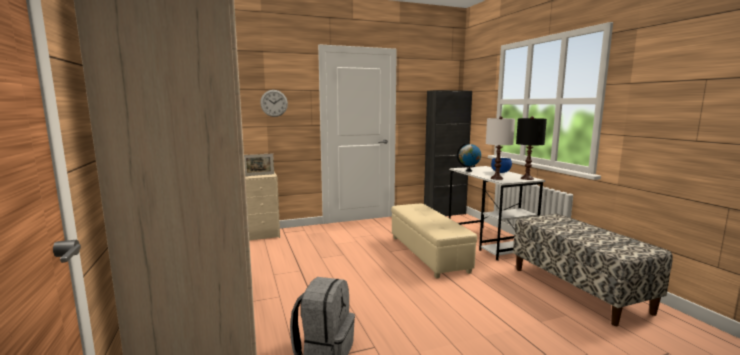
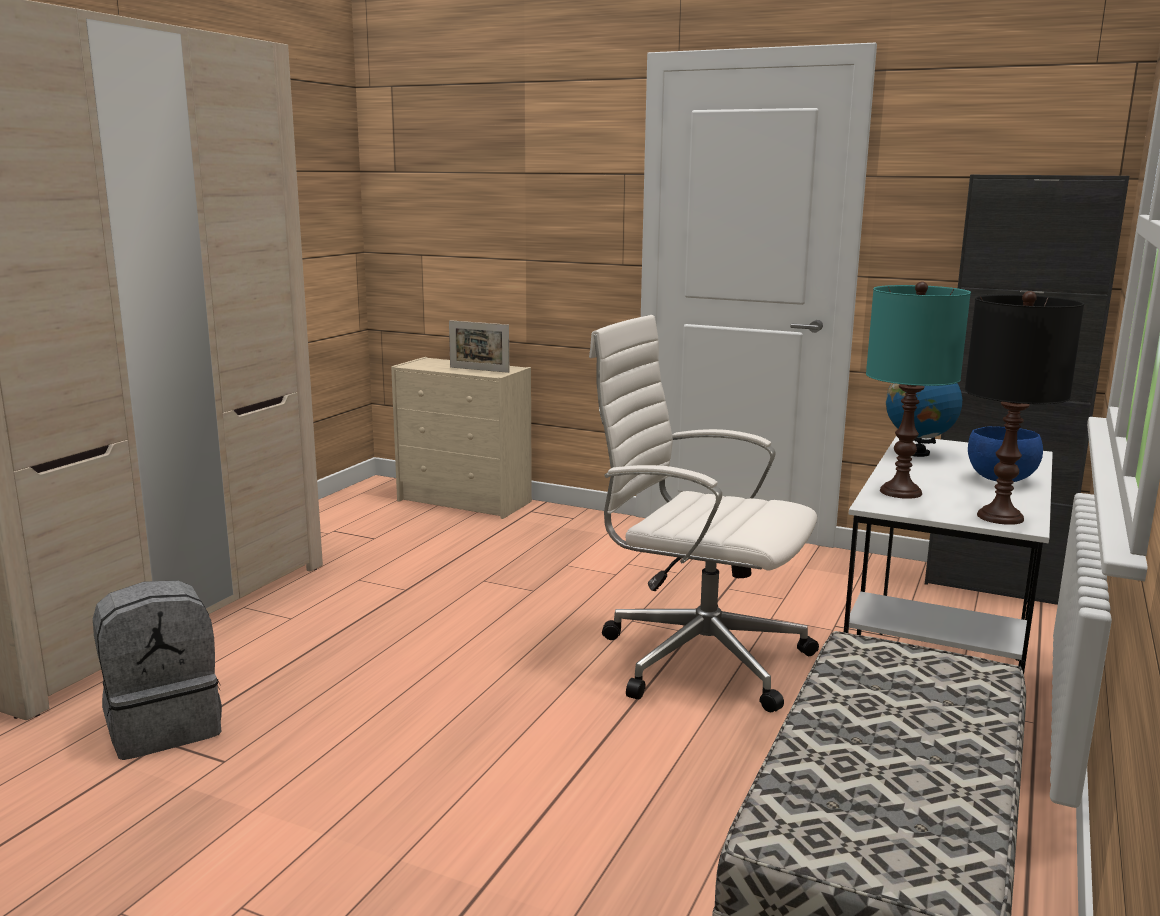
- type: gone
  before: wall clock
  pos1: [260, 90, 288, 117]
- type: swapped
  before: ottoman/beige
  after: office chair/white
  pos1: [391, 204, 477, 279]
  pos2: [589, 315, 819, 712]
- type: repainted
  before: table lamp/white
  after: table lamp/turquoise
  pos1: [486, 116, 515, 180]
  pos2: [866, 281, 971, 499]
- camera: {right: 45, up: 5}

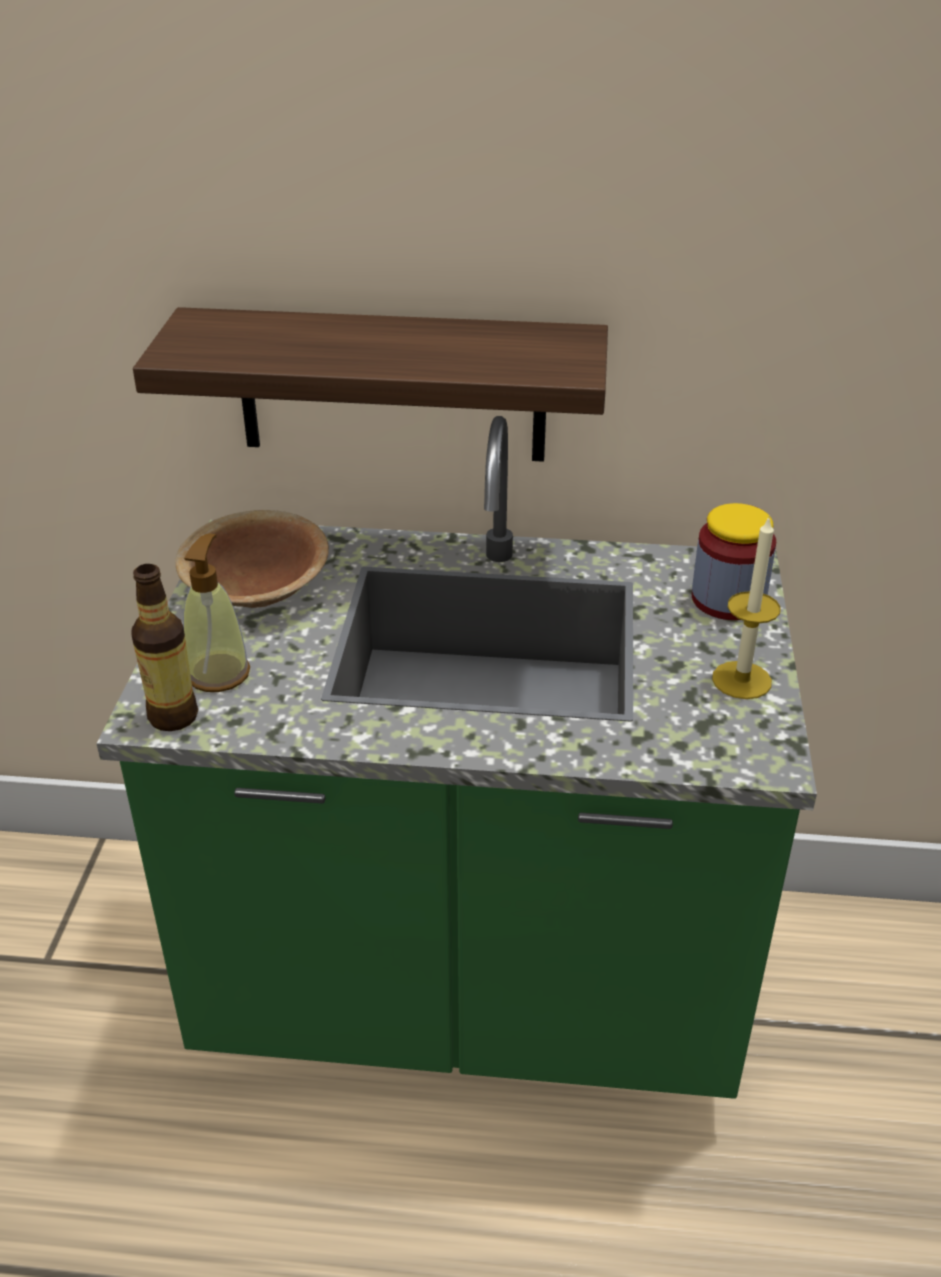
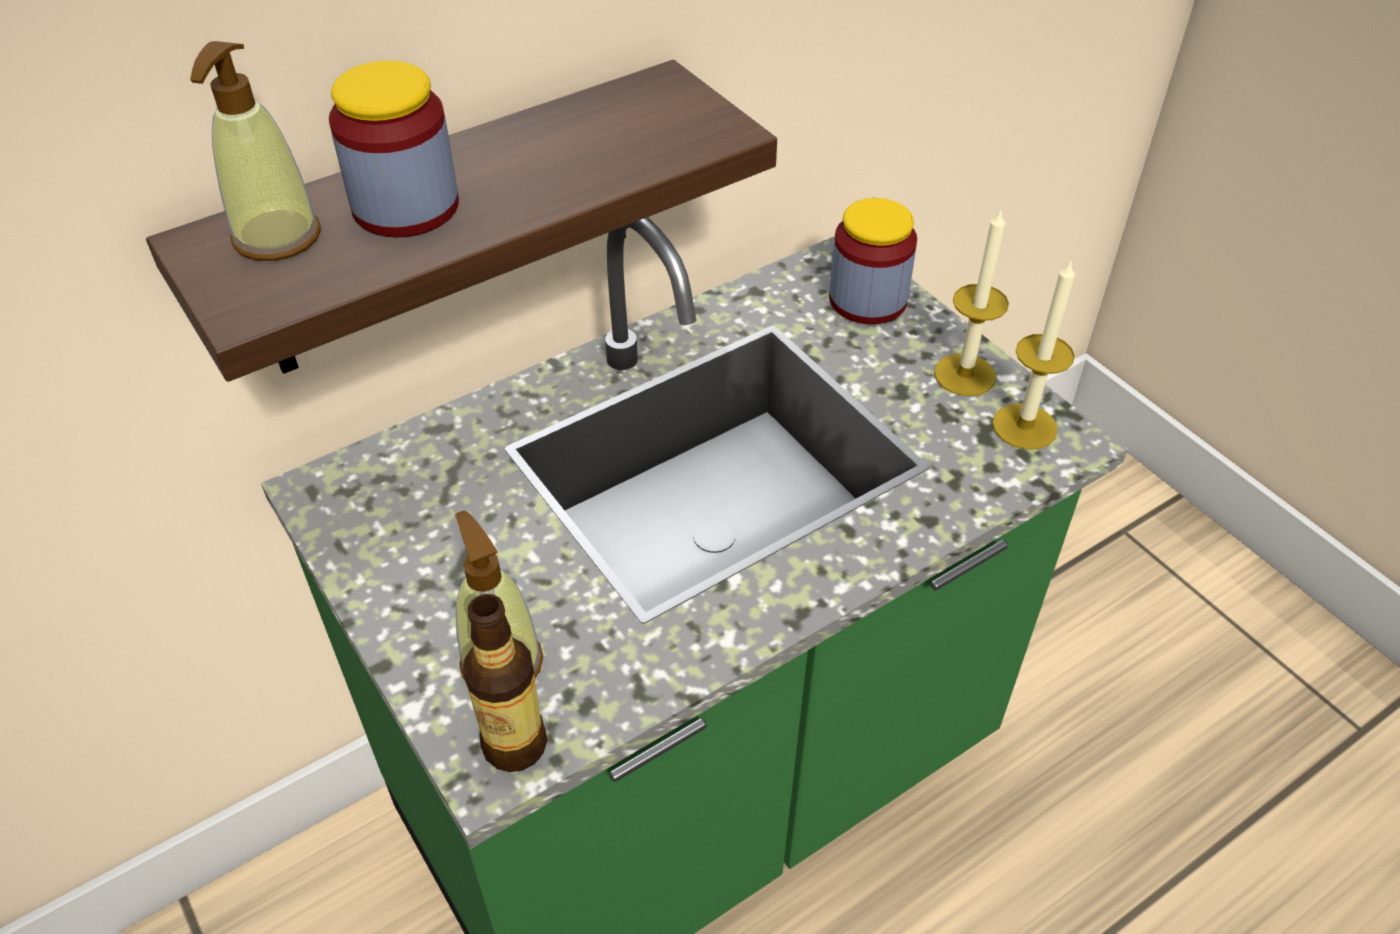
- type: gone
  before: bowl/brown
  pos1: [175, 510, 329, 608]
- type: new
  after: soap dispenser
  pos2: [190, 41, 321, 261]
- type: new
  after: jar
  pos2: [329, 61, 459, 238]
- type: new
  after: candle
  pos2: [992, 259, 1075, 450]
- camera: {right: -40, up: 10}

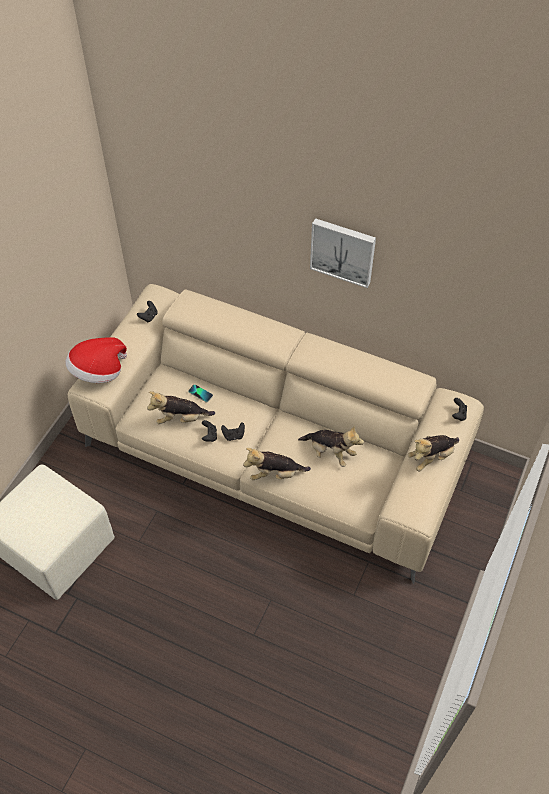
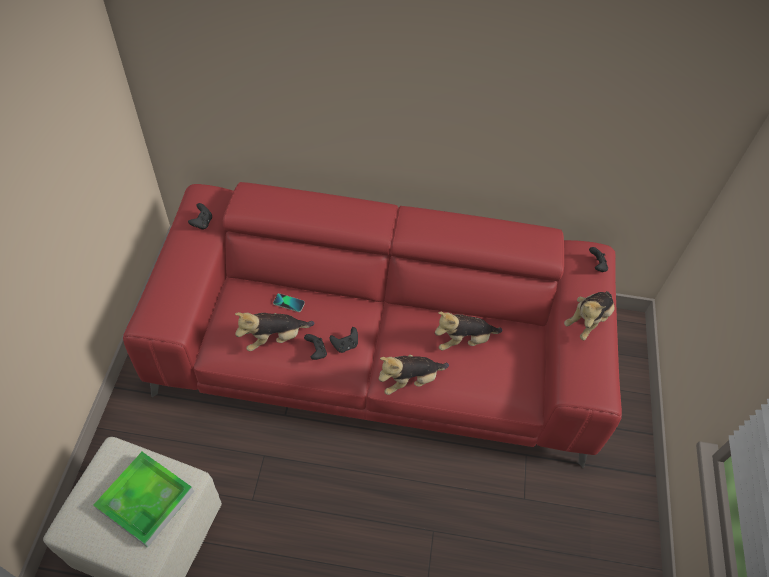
- type: gone
  before: hat
  pos1: [66, 337, 127, 383]
- type: repainted
  before: sofa/beige
  after: sofa/red
  pos1: [68, 284, 484, 584]
  pos2: [123, 182, 622, 468]
- type: rotated
  before: plush toy
  pos1: [298, 425, 364, 467]
  pos2: [435, 312, 502, 351]
  turn: 150
- type: gone
  before: picture
  pos1: [310, 218, 376, 288]
- type: new
  after: tray
  pos2: [93, 452, 194, 548]
- camera: {right: -20, up: 0}

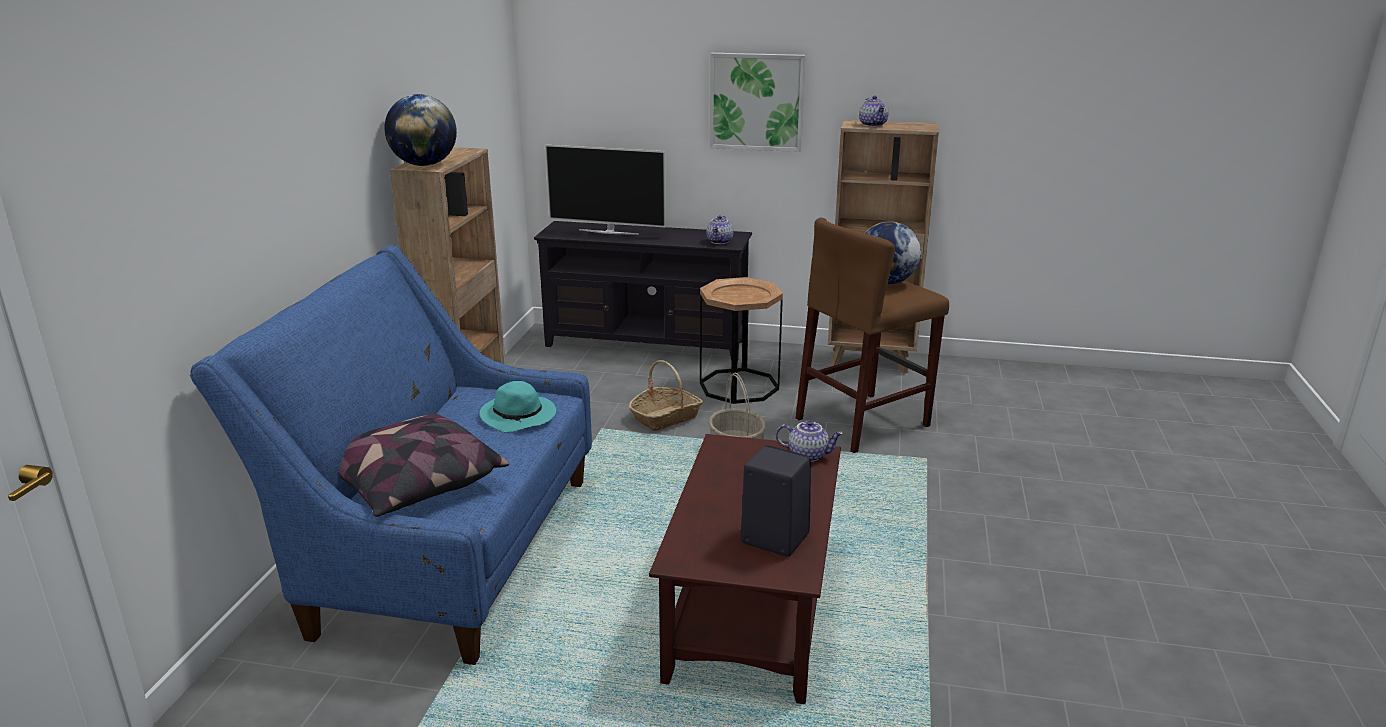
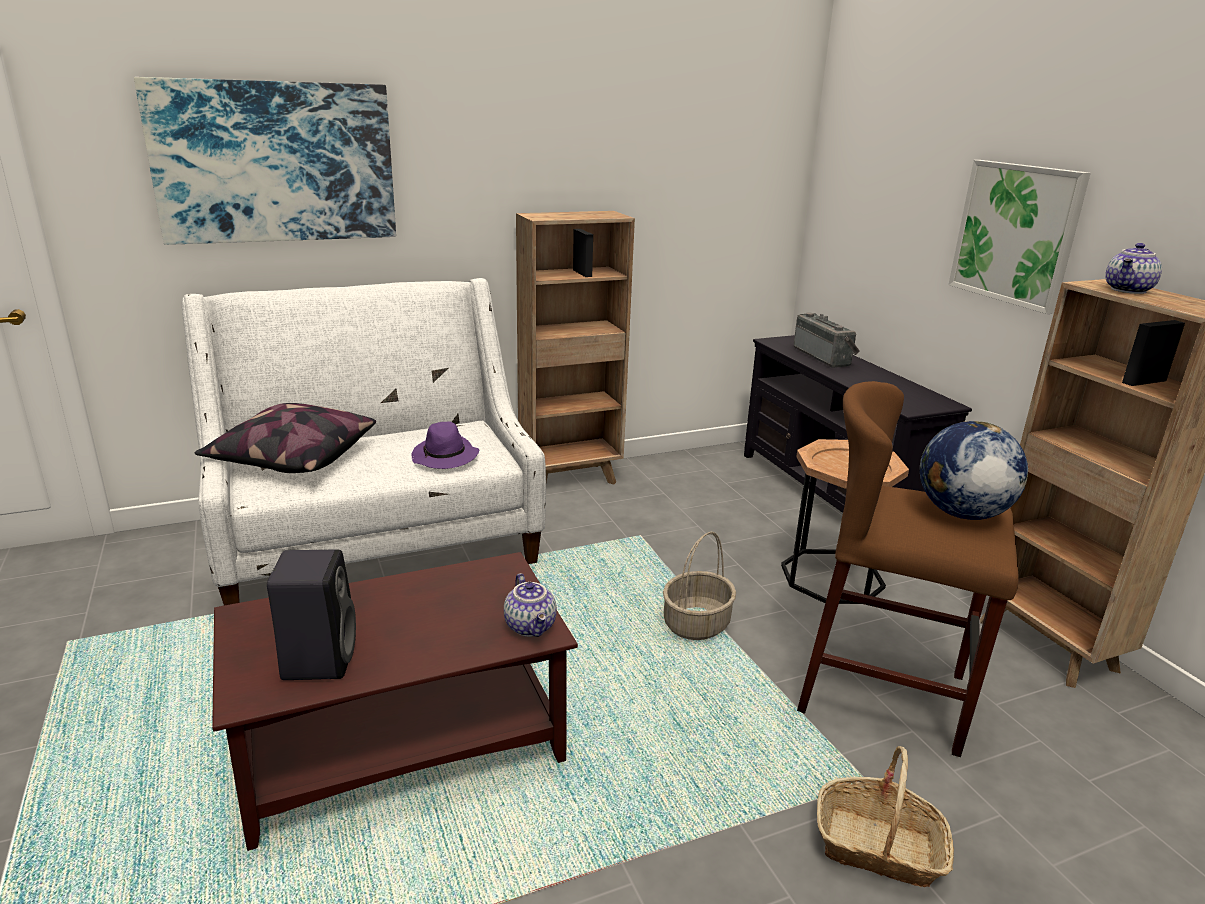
- type: repainted
  before: sofa/blue
  after: sofa/white
  pos1: [190, 245, 592, 665]
  pos2: [182, 278, 546, 606]
- type: gone
  before: globe
  pos1: [384, 94, 457, 166]
- type: repainted
  before: hat/turquoise
  after: hat/purple
  pos1: [480, 381, 556, 432]
  pos2: [412, 421, 479, 469]
- type: swapped
  before: television
  after: radio
  pos1: [545, 145, 666, 235]
  pos2: [793, 312, 860, 368]
- type: shifted
  before: basket
  pos1: [629, 360, 703, 431]
  pos2: [817, 746, 954, 887]
- type: gone
  before: teapot
  pos1: [706, 215, 734, 244]
- type: new
  after: picture
  pos2: [134, 77, 396, 245]
- camera: {right: 55, up: 0}

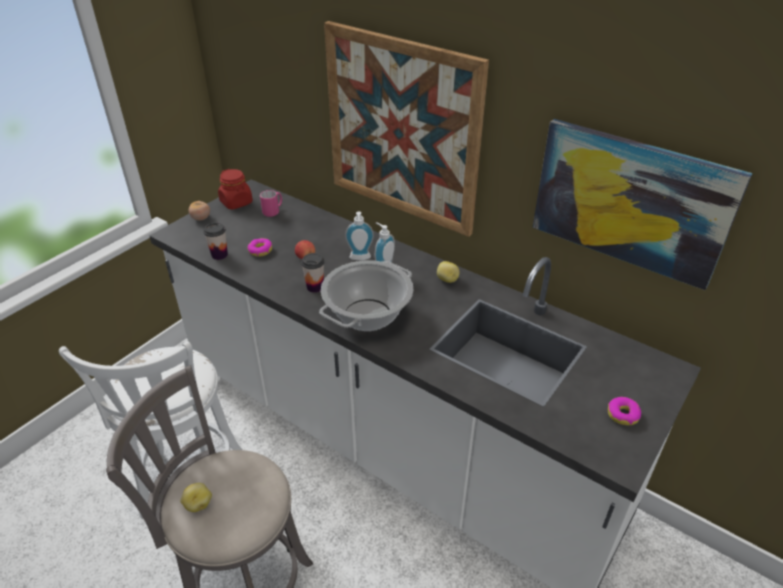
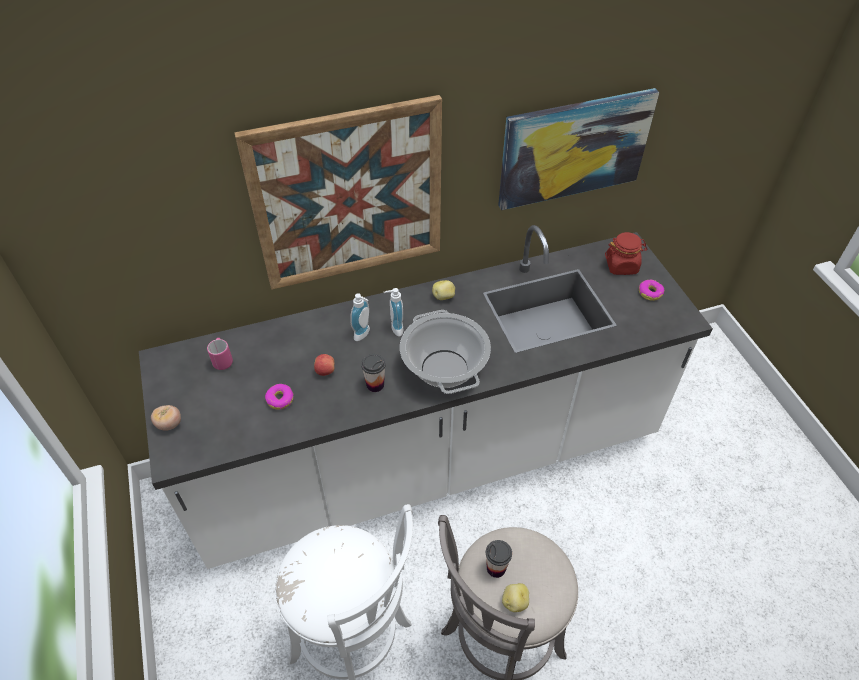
- type: shifted
  before: cup
  pos1: [203, 222, 228, 260]
  pos2: [486, 540, 512, 578]
- type: shifted
  before: jar/red
  pos1: [218, 169, 253, 210]
  pos2: [605, 232, 648, 275]
- camera: {right: -55, up: 10}

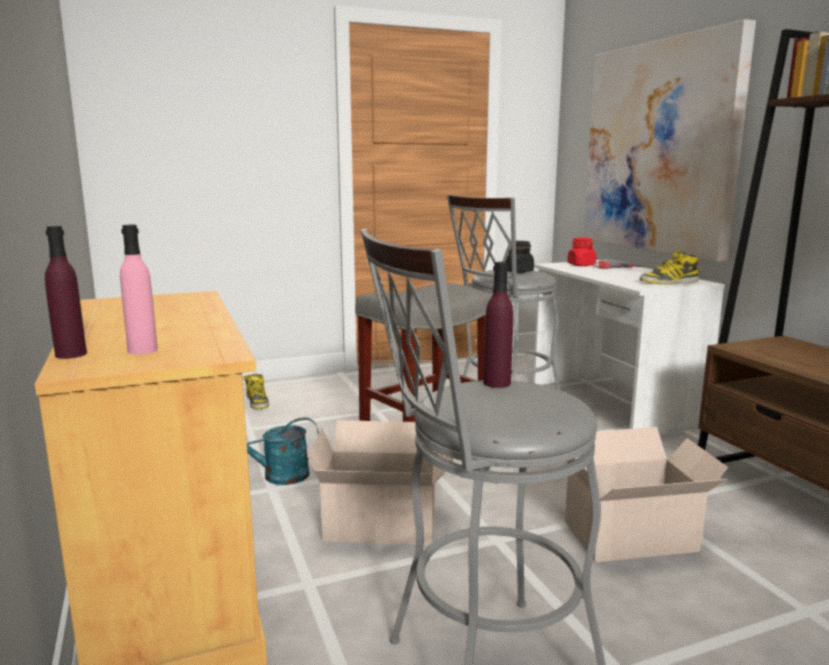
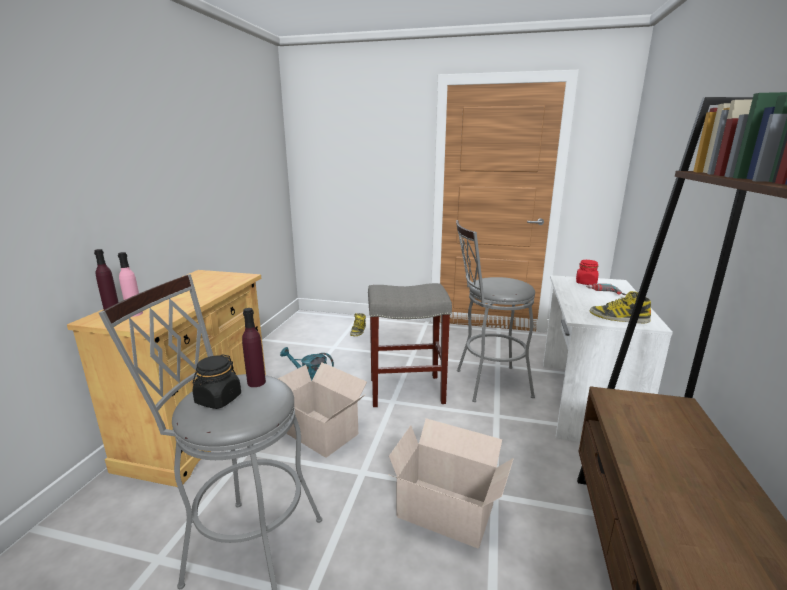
- type: shifted
  before: jar/black
  pos1: [506, 241, 534, 273]
  pos2: [192, 354, 241, 409]
- type: gone
  before: picture
  pos1: [584, 19, 756, 262]
- camera: {right: 35, up: 5}

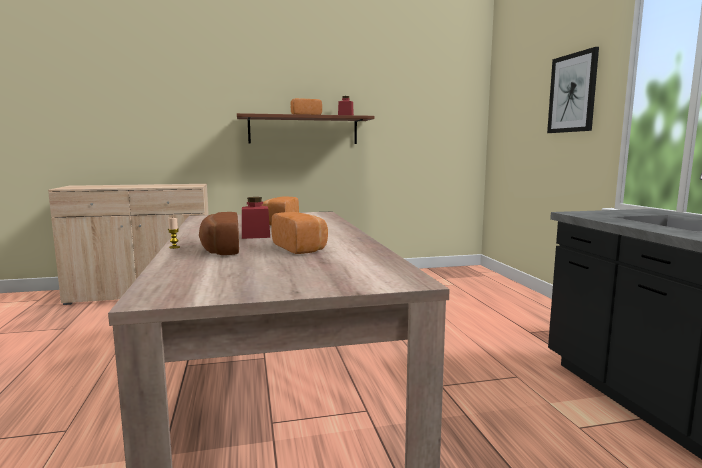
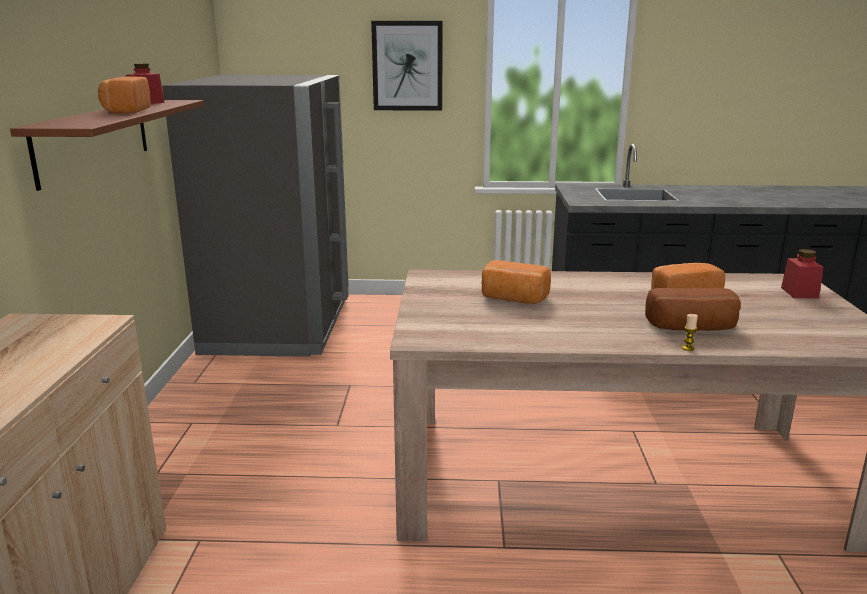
- type: shifted
  before: jar/red
  pos1: [242, 197, 270, 239]
  pos2: [781, 249, 823, 299]
- type: new
  after: fridge/grey
  pos2: [162, 75, 349, 357]
- camera: {right: -75, up: 10}

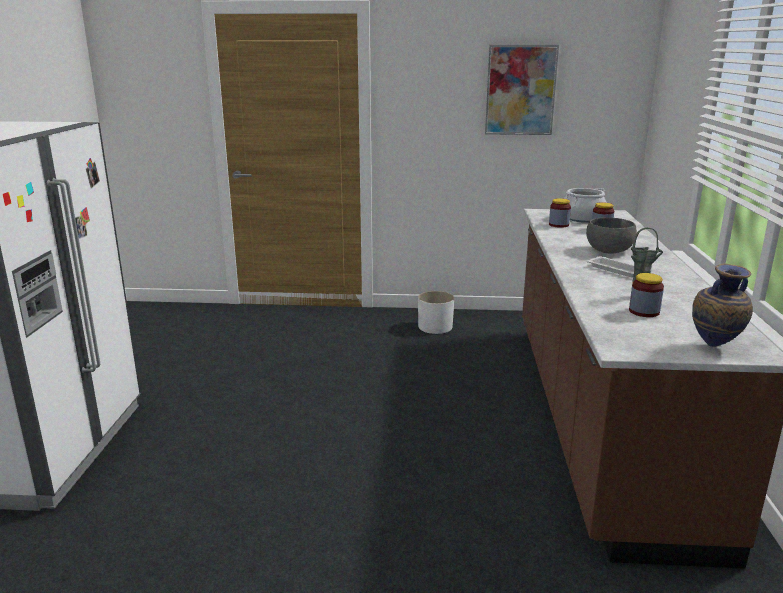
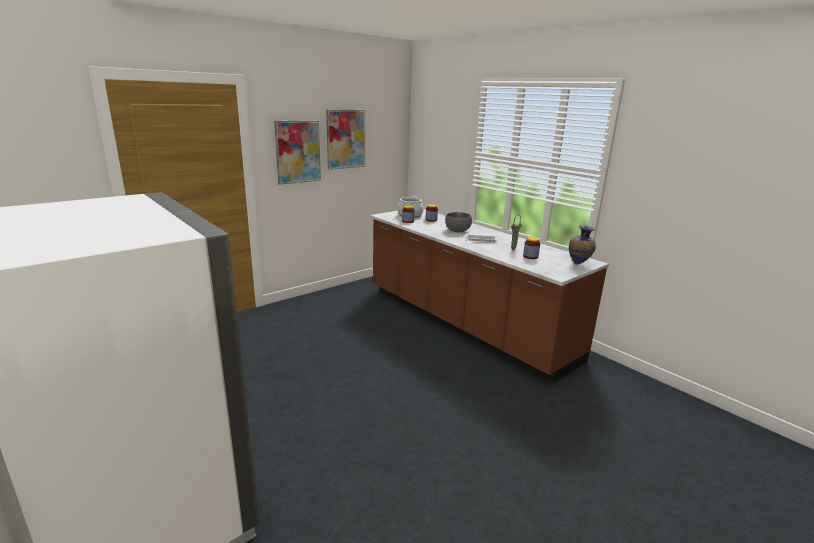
- type: gone
  before: planter/white
  pos1: [418, 291, 454, 334]
- type: new
  after: picture
  pos2: [274, 120, 321, 185]
- camera: {right: -45, up: 0}

